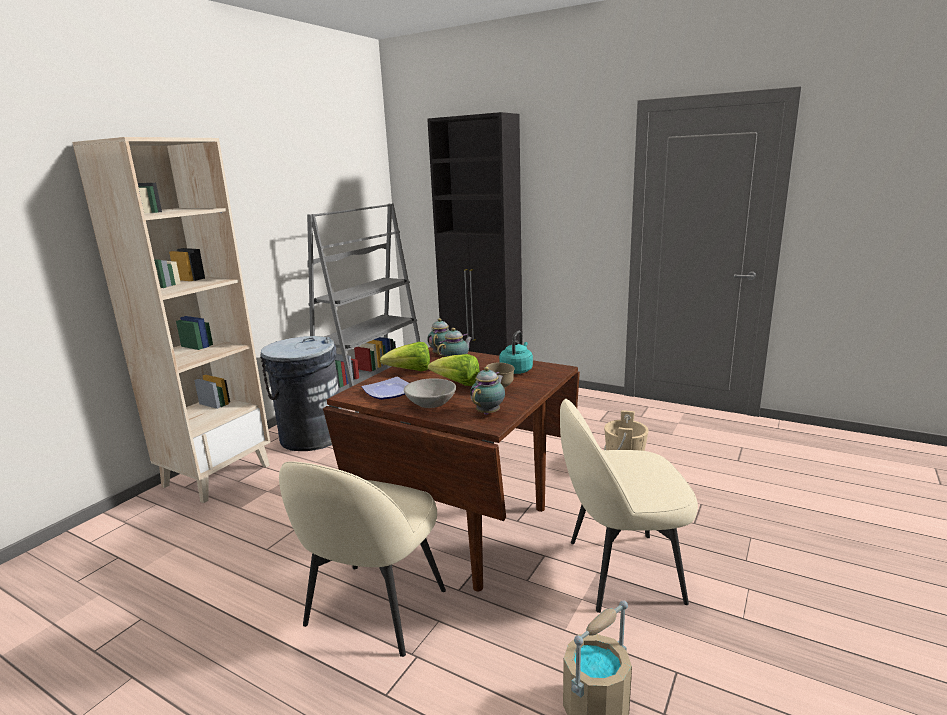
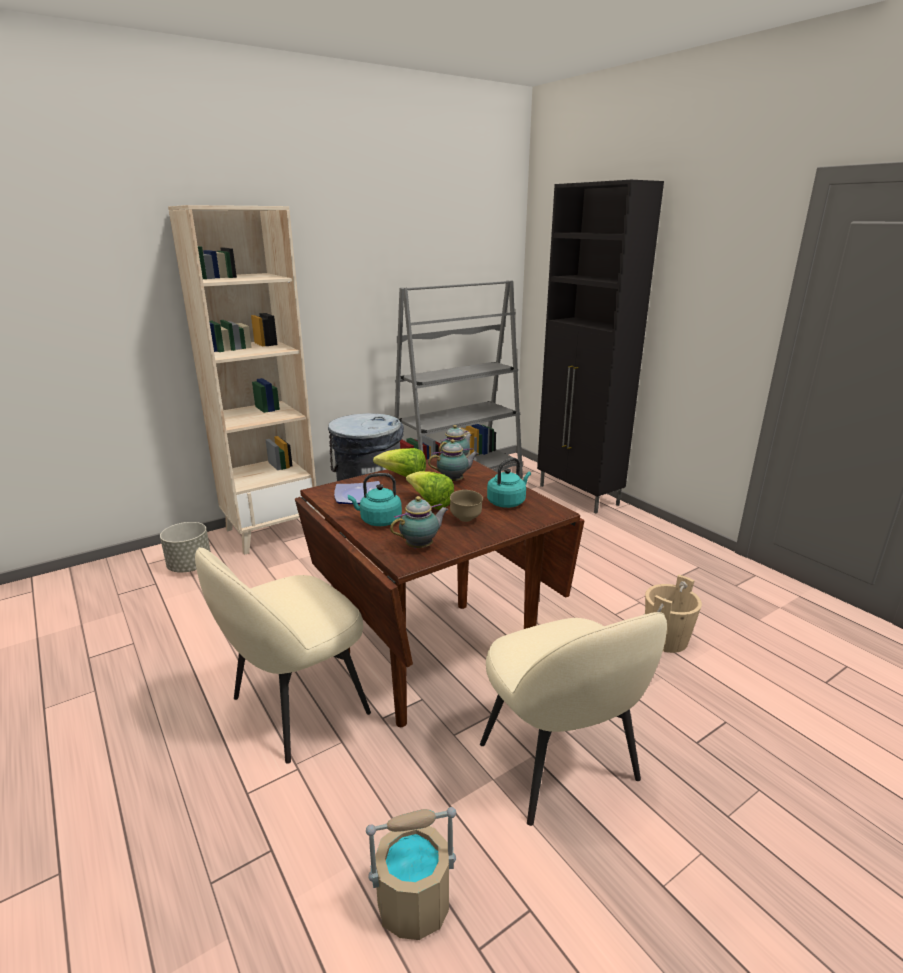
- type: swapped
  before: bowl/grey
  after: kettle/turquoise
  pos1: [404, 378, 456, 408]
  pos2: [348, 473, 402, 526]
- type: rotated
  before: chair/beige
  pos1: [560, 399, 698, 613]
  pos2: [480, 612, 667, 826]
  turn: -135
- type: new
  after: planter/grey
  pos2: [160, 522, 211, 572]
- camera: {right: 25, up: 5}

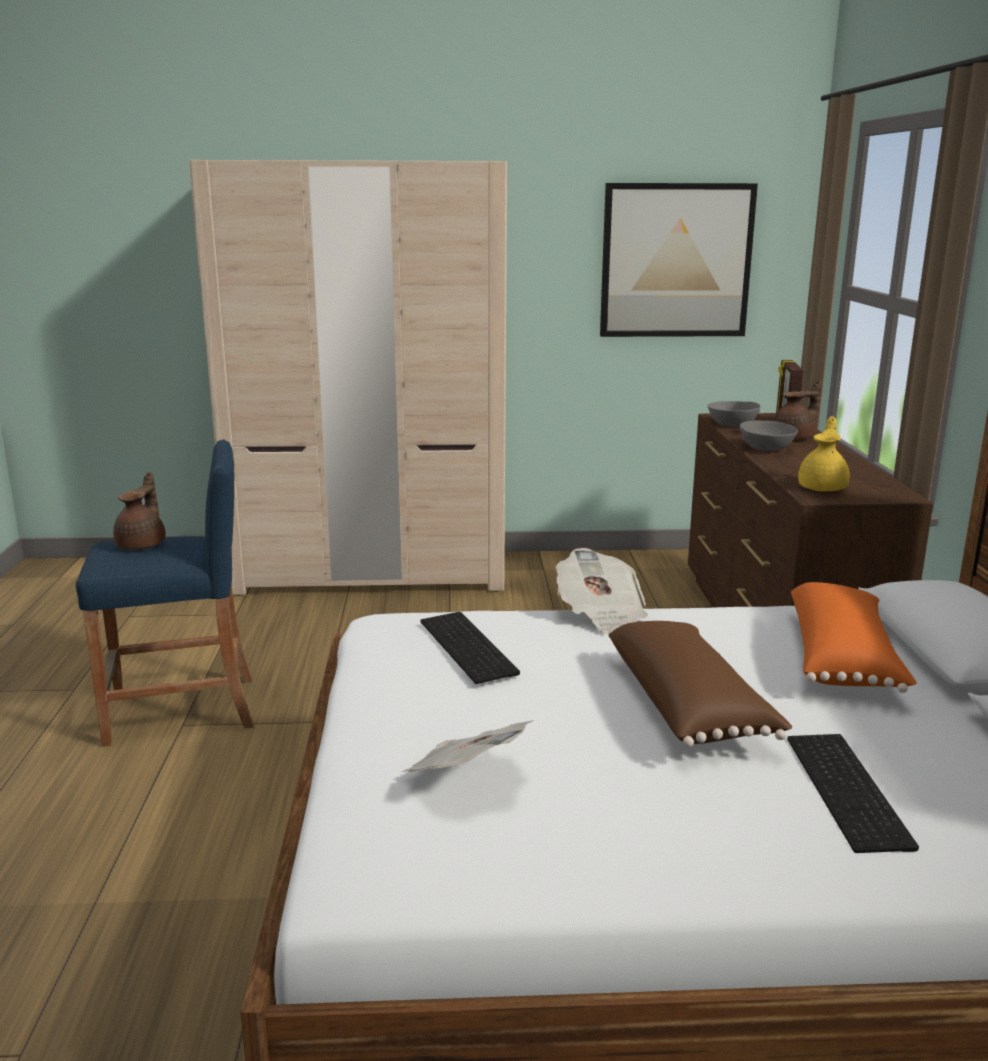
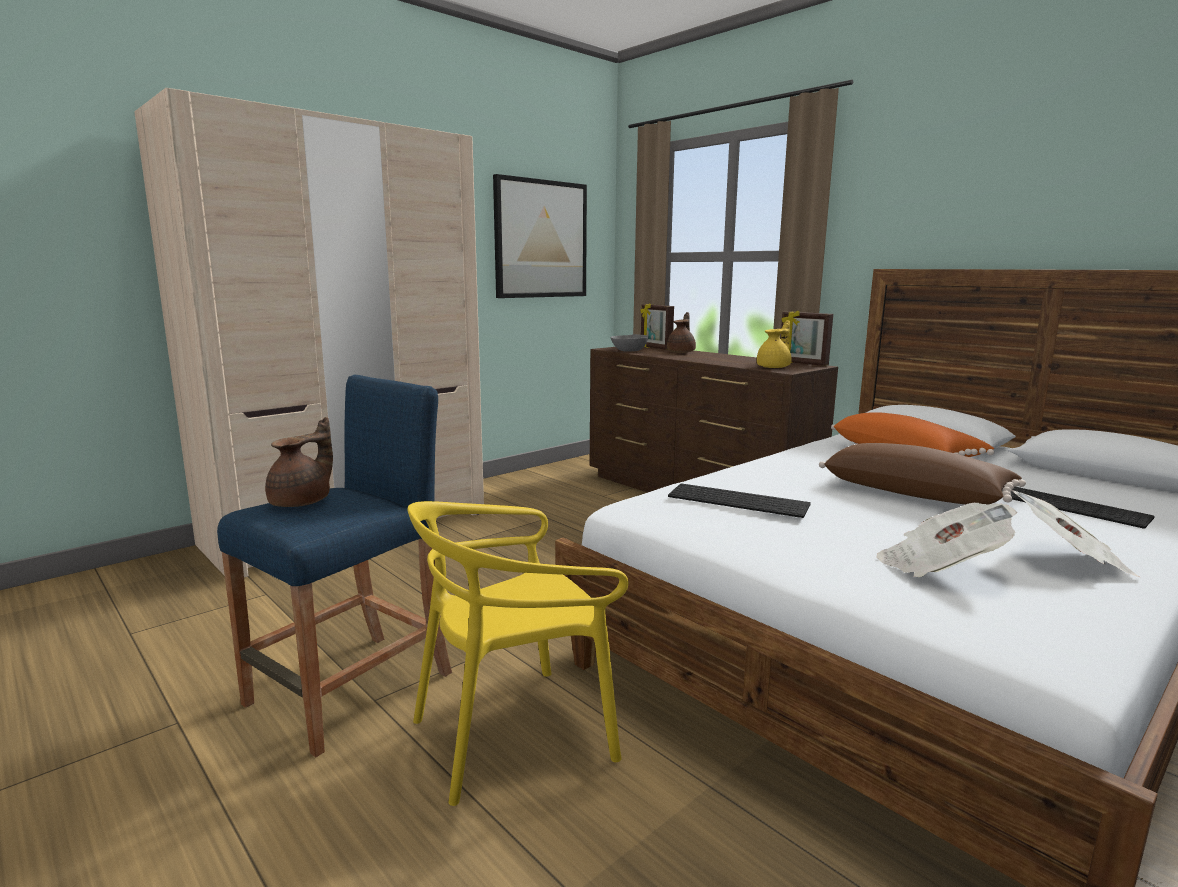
- type: rotated
  before: teapot/brown
  pos1: [113, 472, 166, 550]
  pos2: [265, 417, 333, 507]
  turn: 60
- type: shifted
  before: newspaper
  pos1: [556, 548, 648, 634]
  pos2: [1012, 490, 1140, 577]
- type: gone
  before: bowl/grey
  pos1: [740, 421, 798, 451]
- type: rotated
  before: teapot/yellow
  pos1: [798, 416, 850, 491]
  pos2: [757, 320, 792, 368]
  turn: 60
- type: new
  after: chair/yellow
  pos2: [407, 501, 628, 806]
- type: new
  after: picture frame
  pos2: [781, 311, 833, 366]
- camera: {right: -40, up: -5}

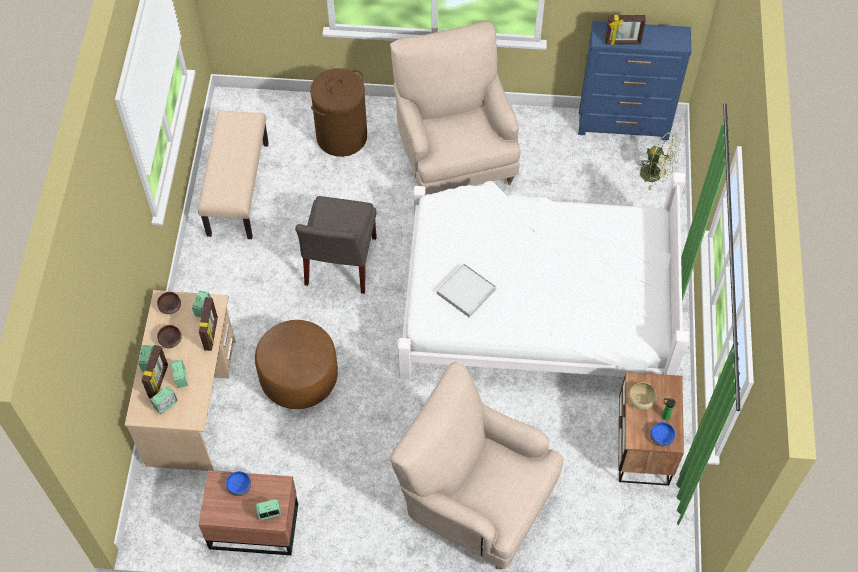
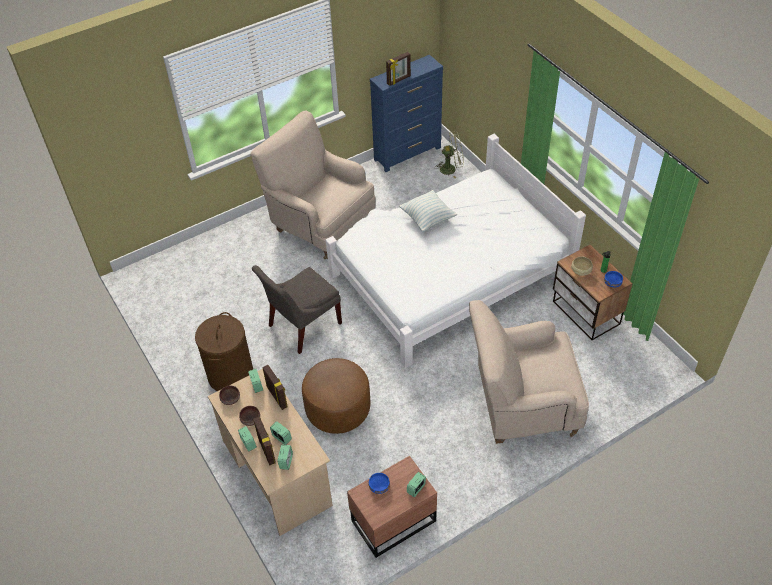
- type: gone
  before: bench/beige
  pos1: [198, 110, 269, 239]
- type: rotated
  before: chair/grey
  pos1: [295, 196, 377, 294]
  pos2: [252, 265, 342, 354]
  turn: 75
- type: shifted
  before: laundry basket/brown
  pos1: [310, 68, 367, 157]
  pos2: [195, 312, 253, 391]
- type: gone
  before: tray/white
  pos1: [437, 263, 496, 318]
- type: new
  after: pillow
  pos2: [399, 190, 457, 232]
- camera: {right: -35, up: -10}

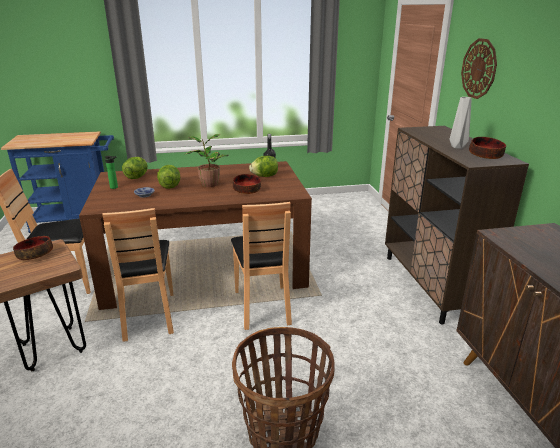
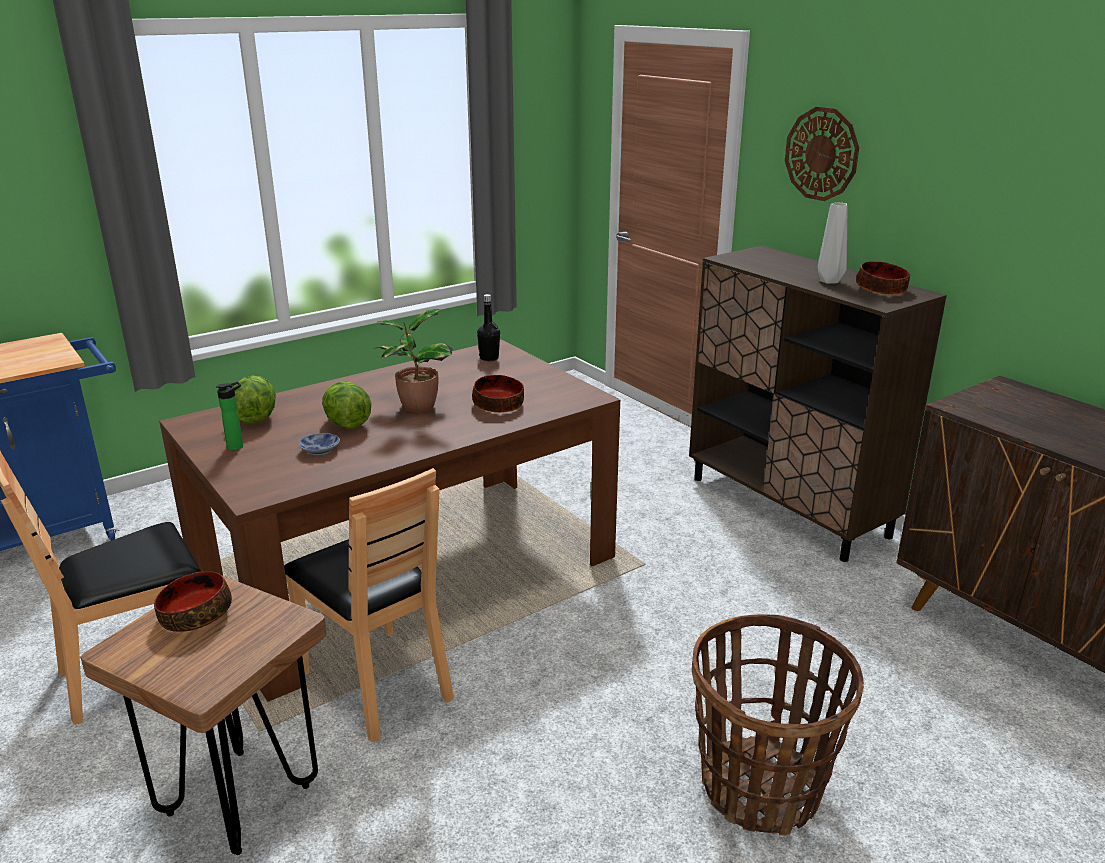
- type: gone
  before: chair/brown
  pos1: [231, 202, 292, 330]
- type: gone
  before: lettuce
  pos1: [249, 156, 278, 177]
- camera: {right: -25, up: 0}

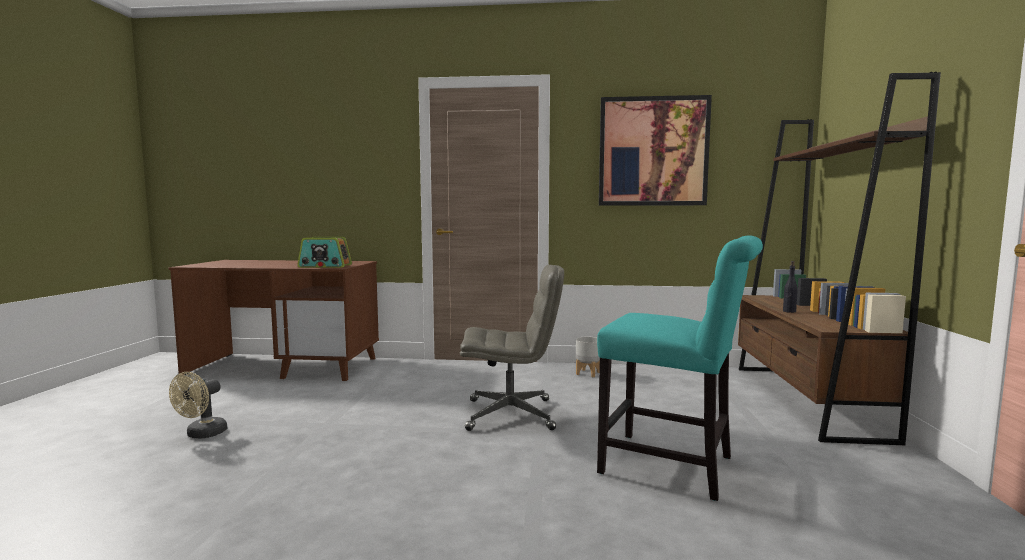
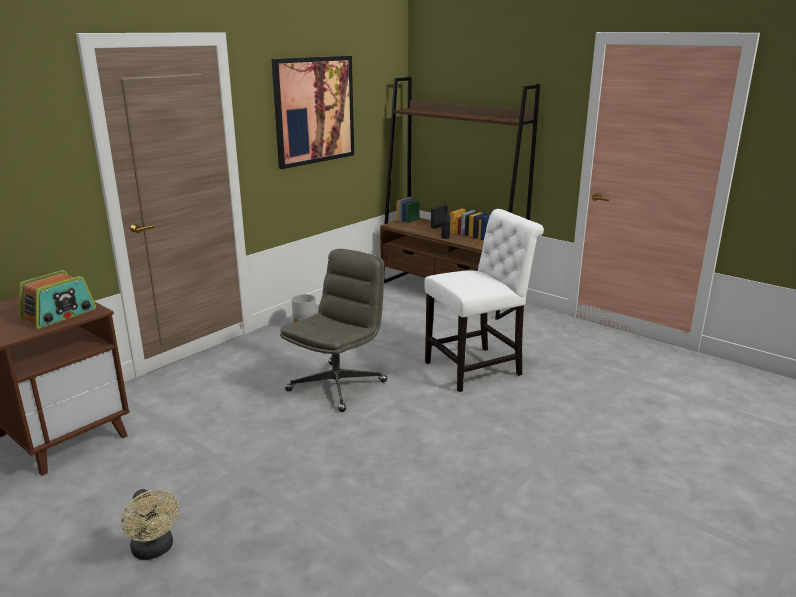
- type: repainted
  before: chair/turquoise
  after: chair/white
  pos1: [597, 236, 763, 501]
  pos2: [424, 209, 544, 392]
- camera: {right: -55, up: 15}

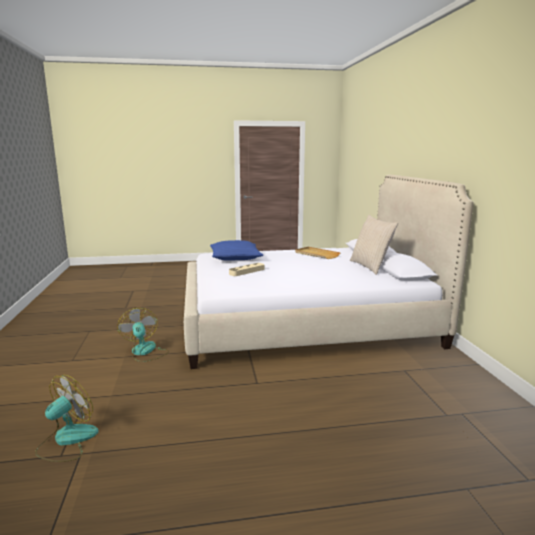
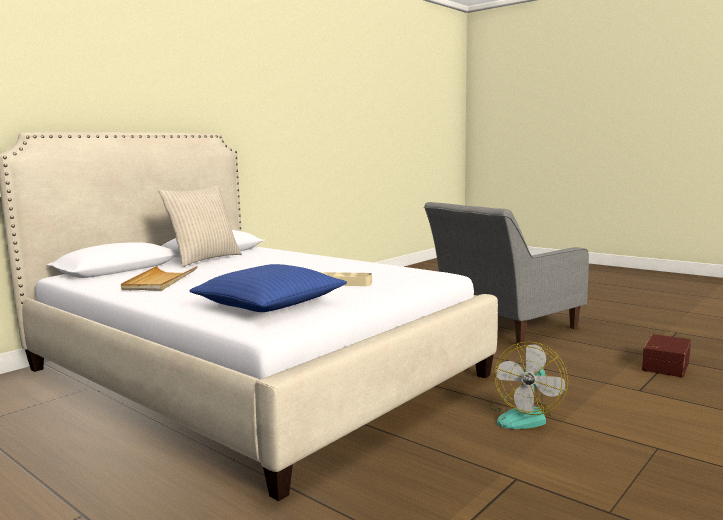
- type: swapped
  before: fan
  after: storage box/brown
  pos1: [35, 375, 99, 462]
  pos2: [642, 334, 691, 377]
- type: new
  after: armchair/grey
  pos2: [423, 202, 589, 347]
- camera: {right: -130, up: -5}

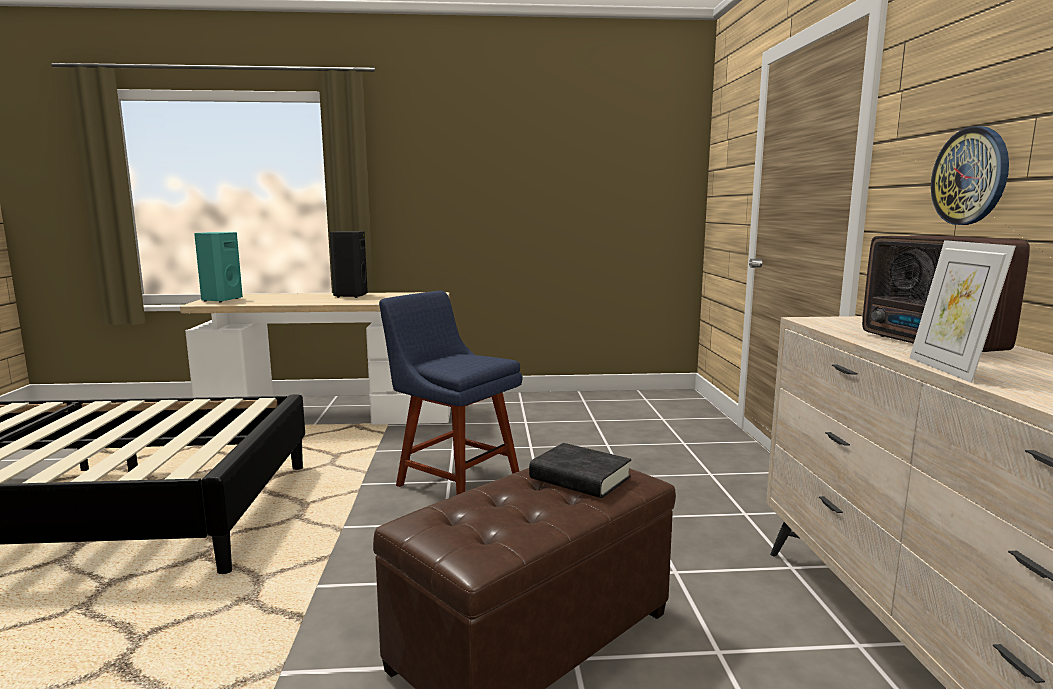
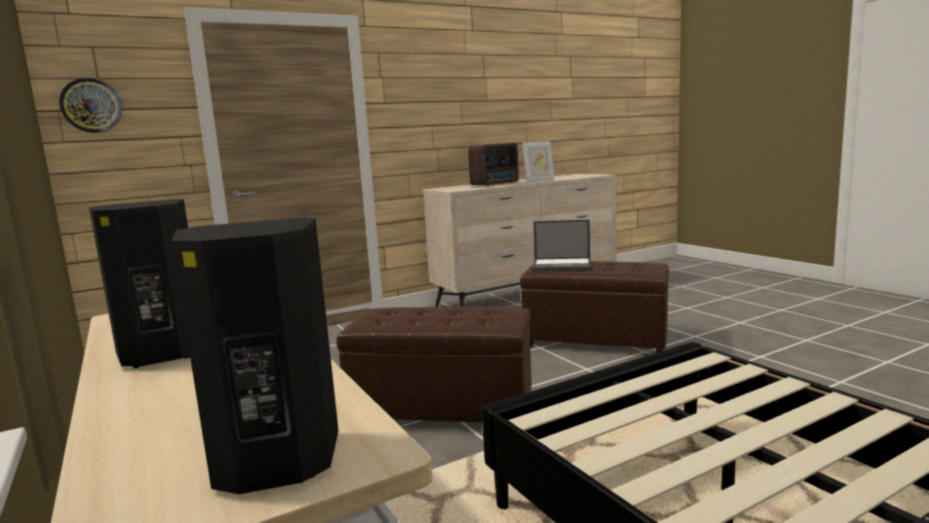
- type: repainted
  before: speaker/turquoise
  after: speaker/black
  pos1: [194, 232, 243, 302]
  pos2: [172, 218, 339, 494]
- type: swapped
  before: chair/blue
  after: ottoman/brown
  pos1: [379, 291, 523, 495]
  pos2: [336, 307, 532, 422]
- type: swapped
  before: book/black
  after: laptop
  pos1: [529, 443, 631, 498]
  pos2: [533, 220, 592, 271]
- type: shifted
  before: wall clock
  pos1: [931, 126, 1009, 225]
  pos2: [59, 78, 122, 133]
- camera: {right: -115, up: 0}

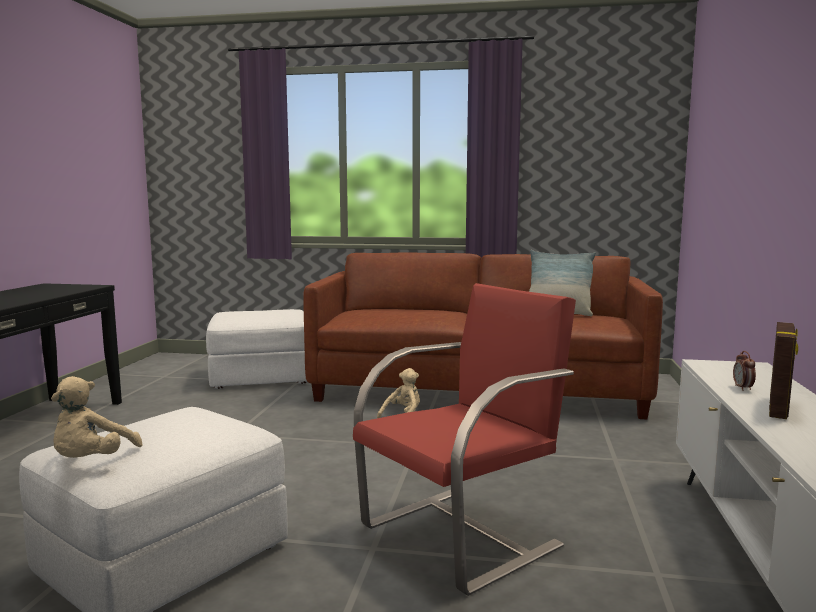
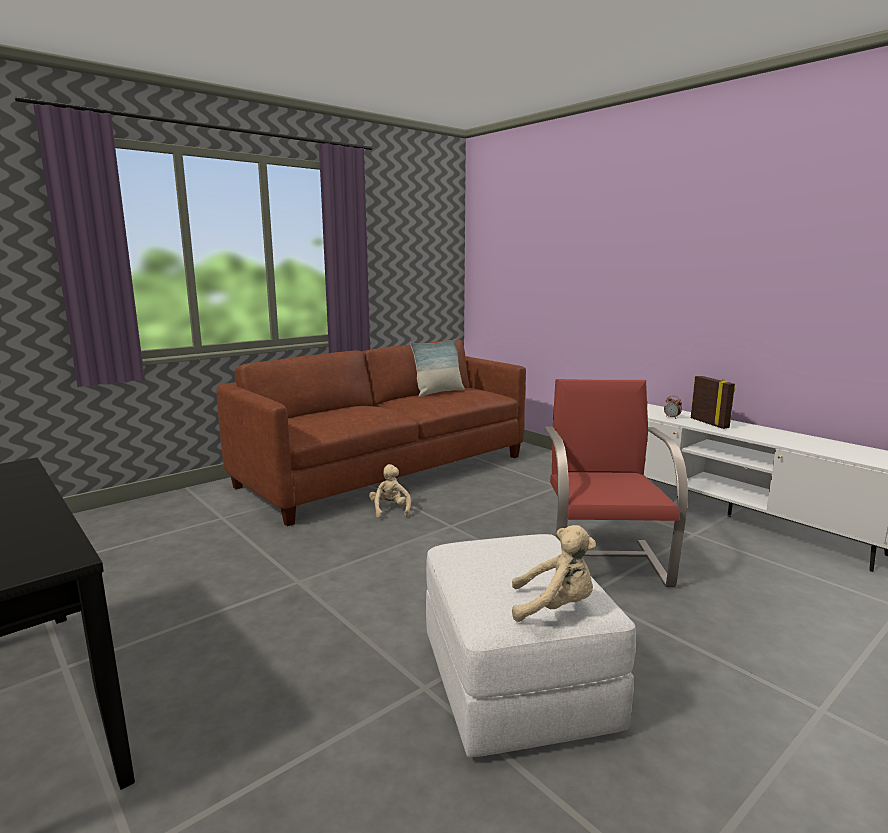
- type: rotated
  before: plush toy/beige
  pos1: [51, 376, 142, 458]
  pos2: [512, 525, 596, 622]
  turn: -45
- type: gone
  before: ottoman/white
  pos1: [206, 309, 307, 389]
- camera: {right: -50, up: 5}

